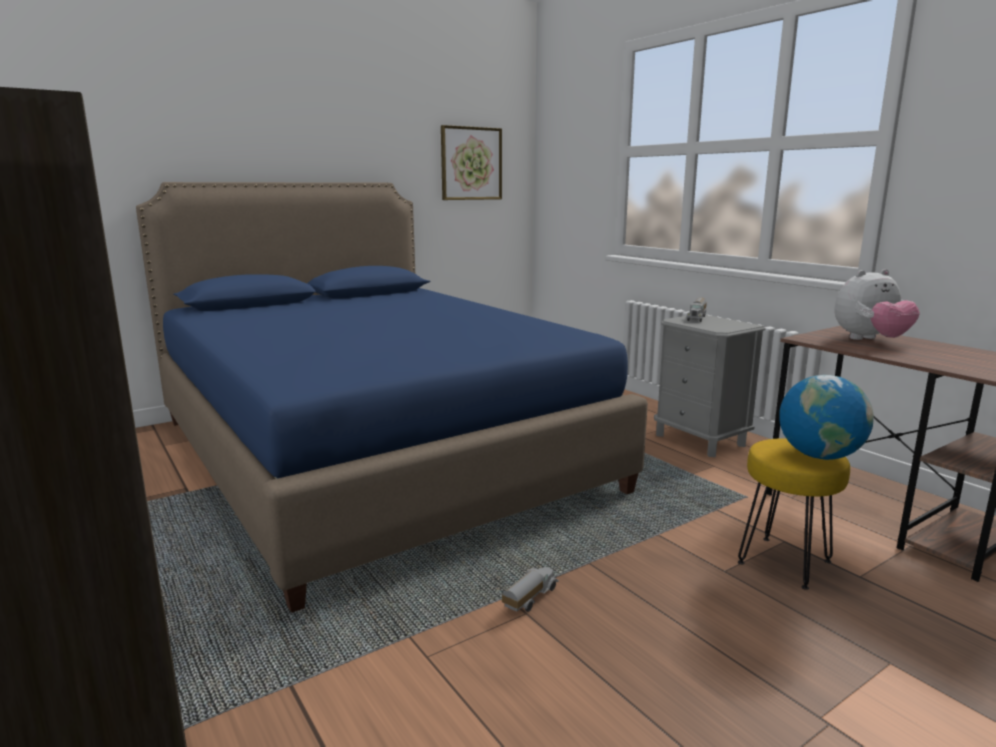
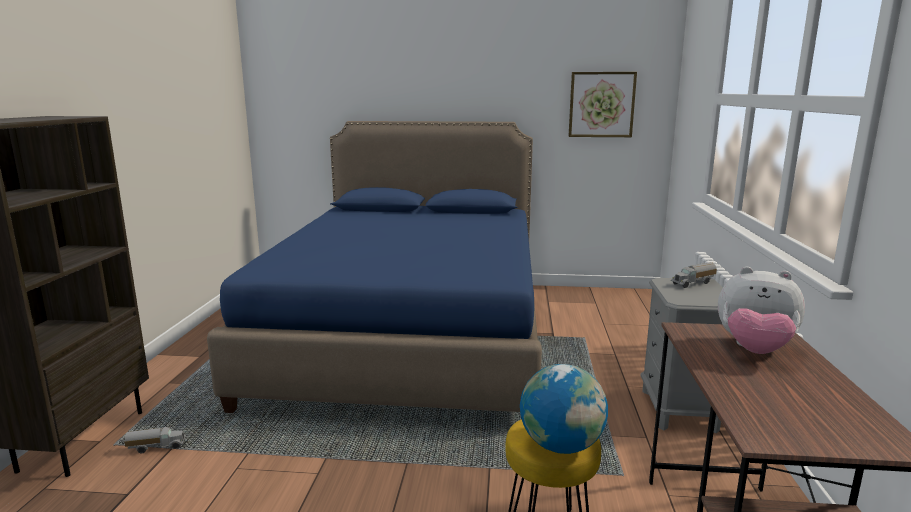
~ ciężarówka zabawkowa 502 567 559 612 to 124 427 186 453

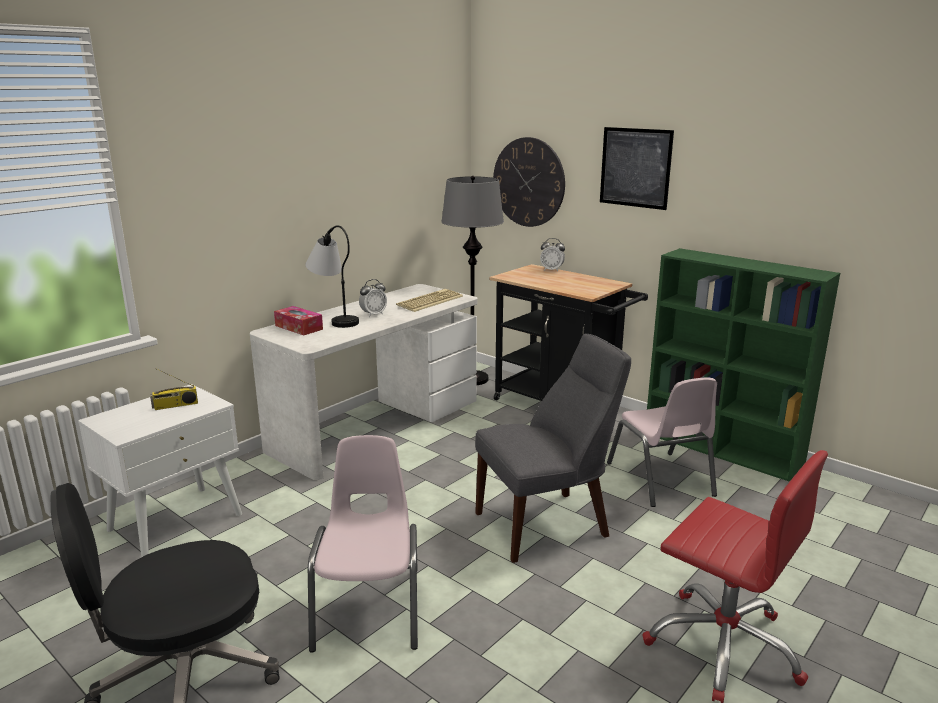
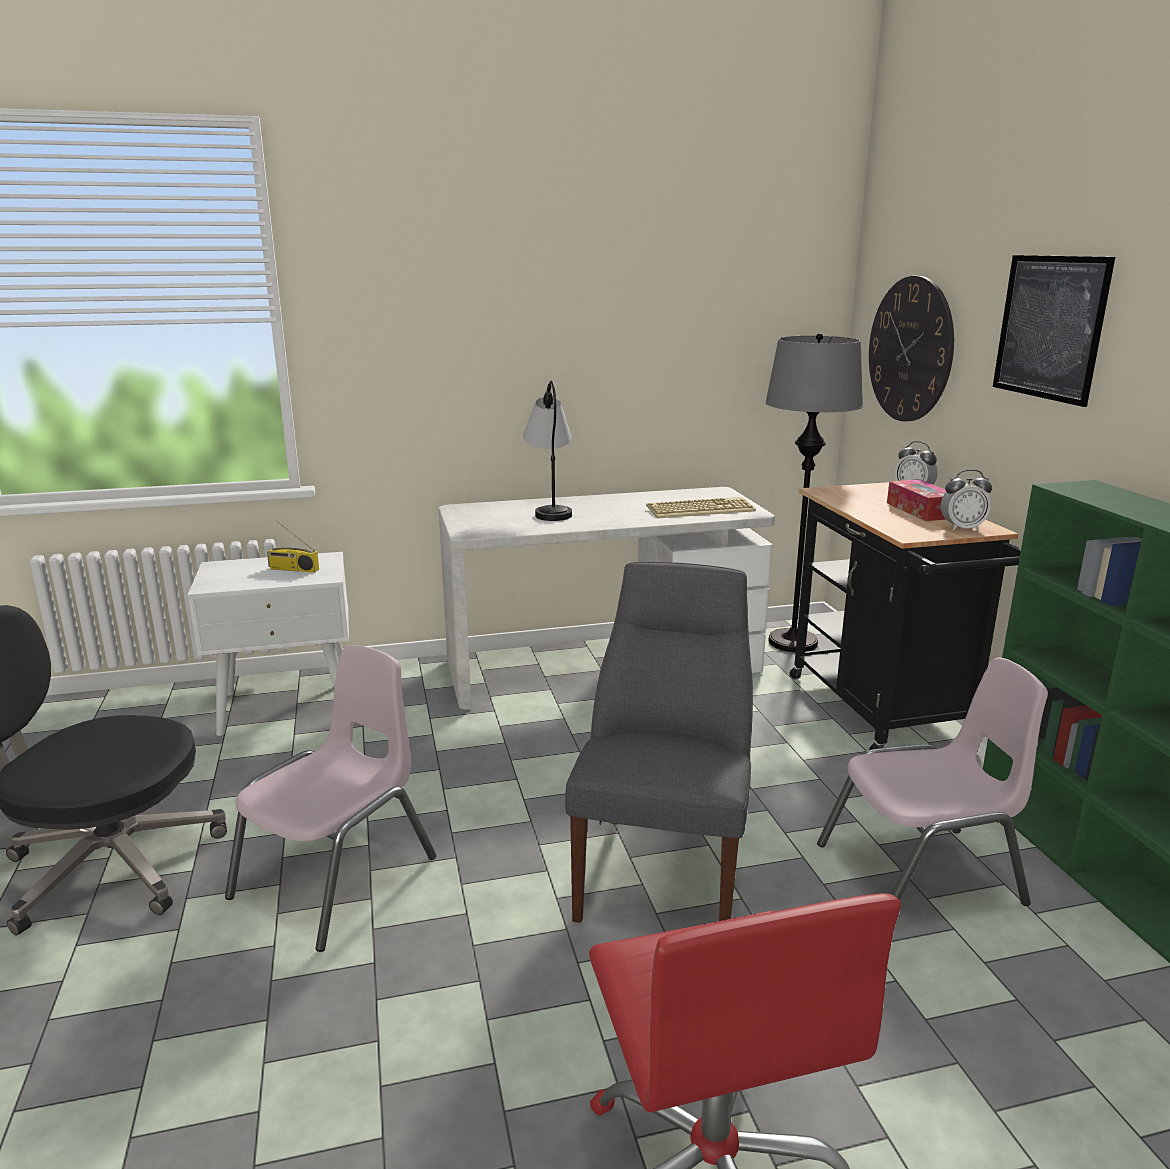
~ krzesło/szary 475 334 631 563 = 565 562 753 923 90 degrees counterclockwise
~ krzesło/różowy 607 377 717 507 = 817 657 1048 906 120 degrees counterclockwise
~ pudełko chusteczek 274 306 323 335 to 887 479 946 521
~ budzik 359 279 387 317 to 941 469 992 531

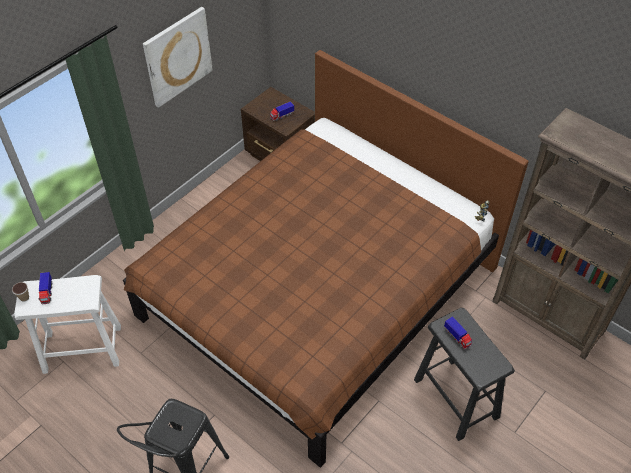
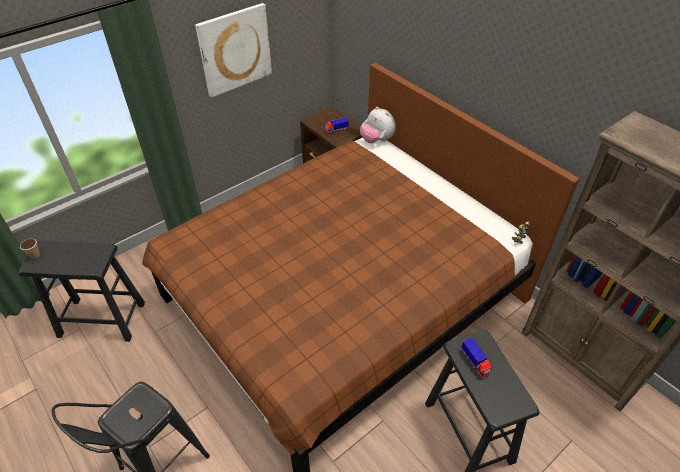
~ stołek/biały 14 275 121 374 to stołek/czarny 19 240 145 342
+ pluszak 360 107 396 143
- ciężarówka zabawkowa 38 272 52 304

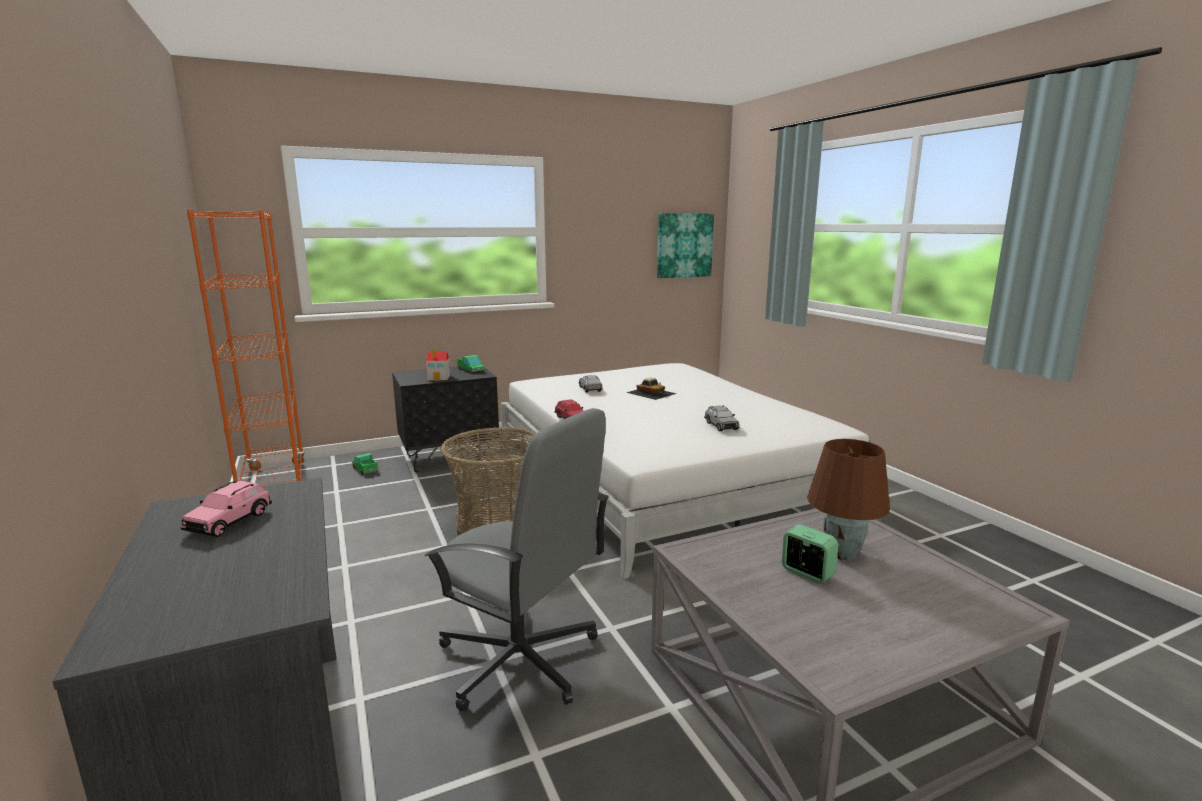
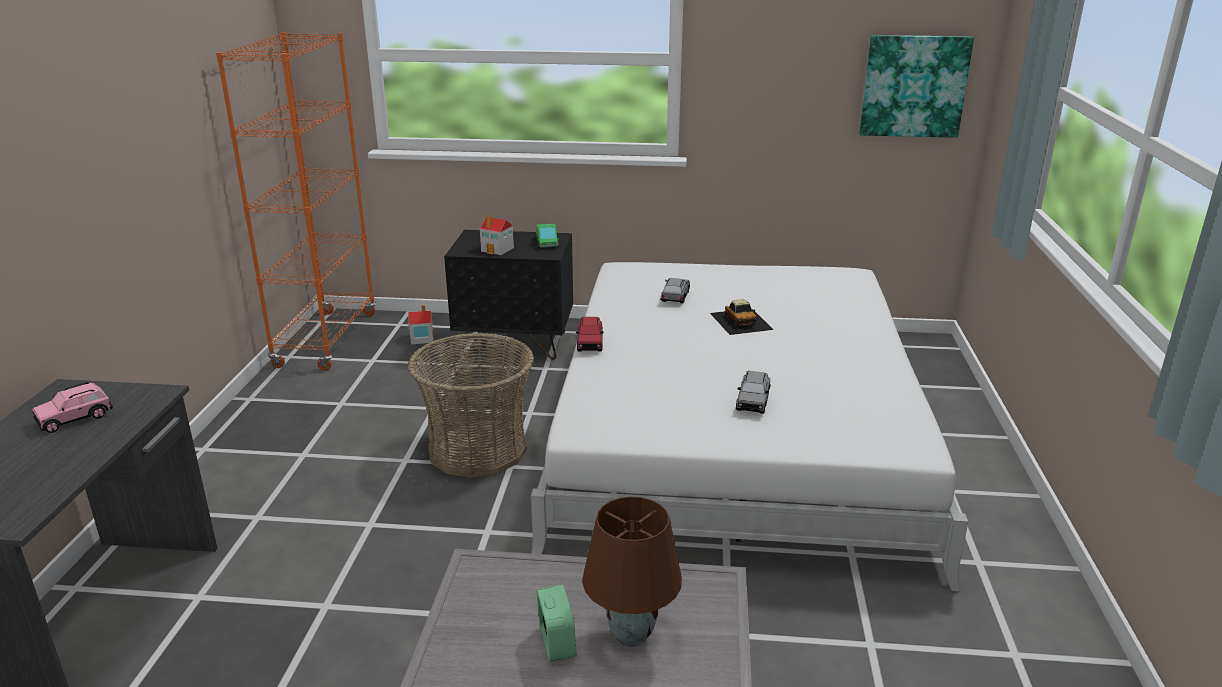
~ ciężarówka zabawkowa 352 453 379 475 to domek 408 305 433 344
- krzesło biurowe/szary 425 408 609 711

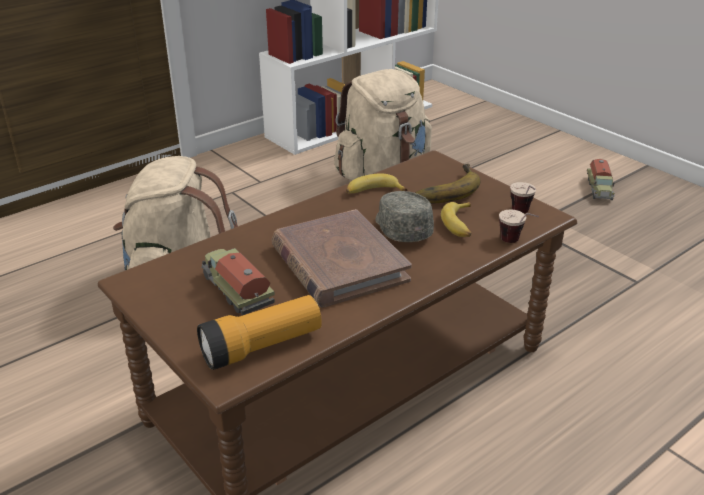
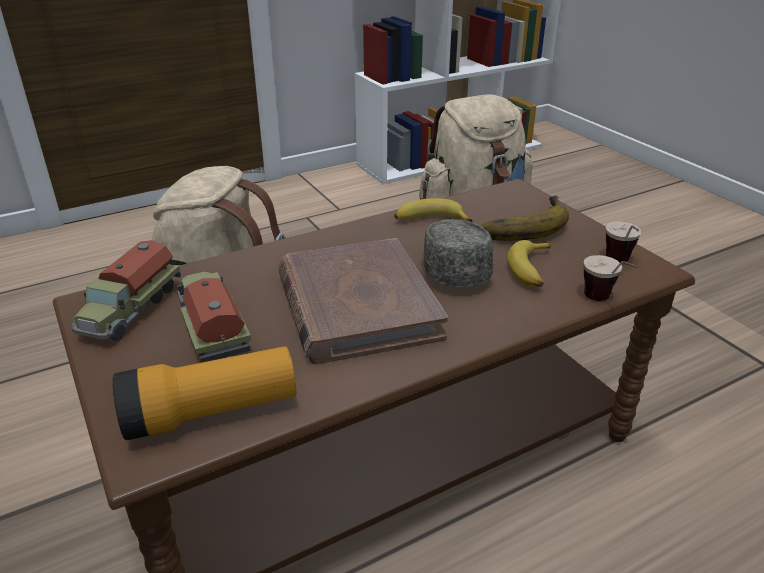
~ ciężarówka zabawkowa 587 159 615 200 to 72 240 181 341

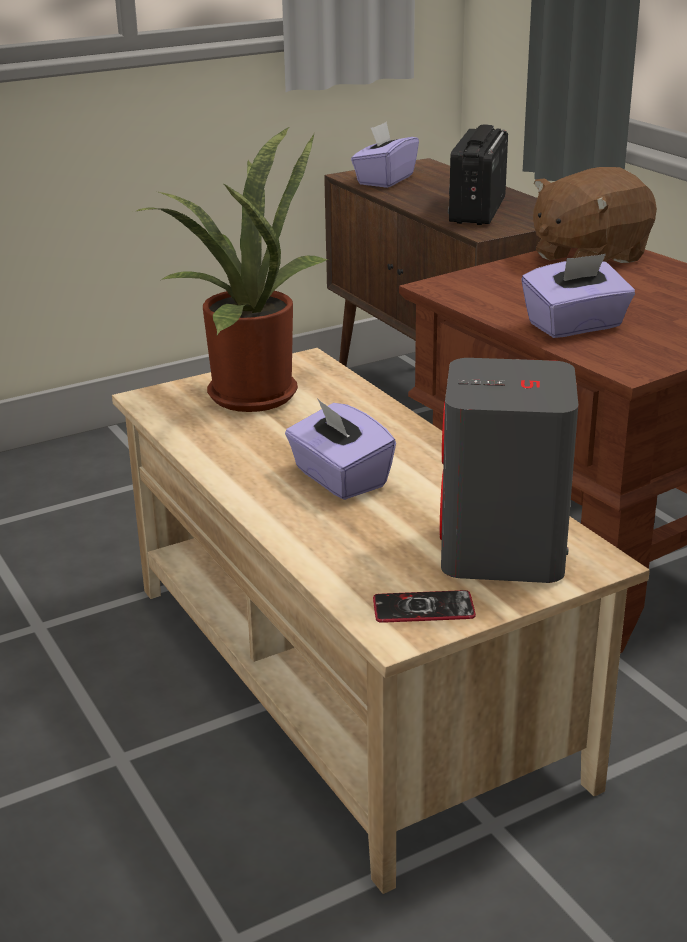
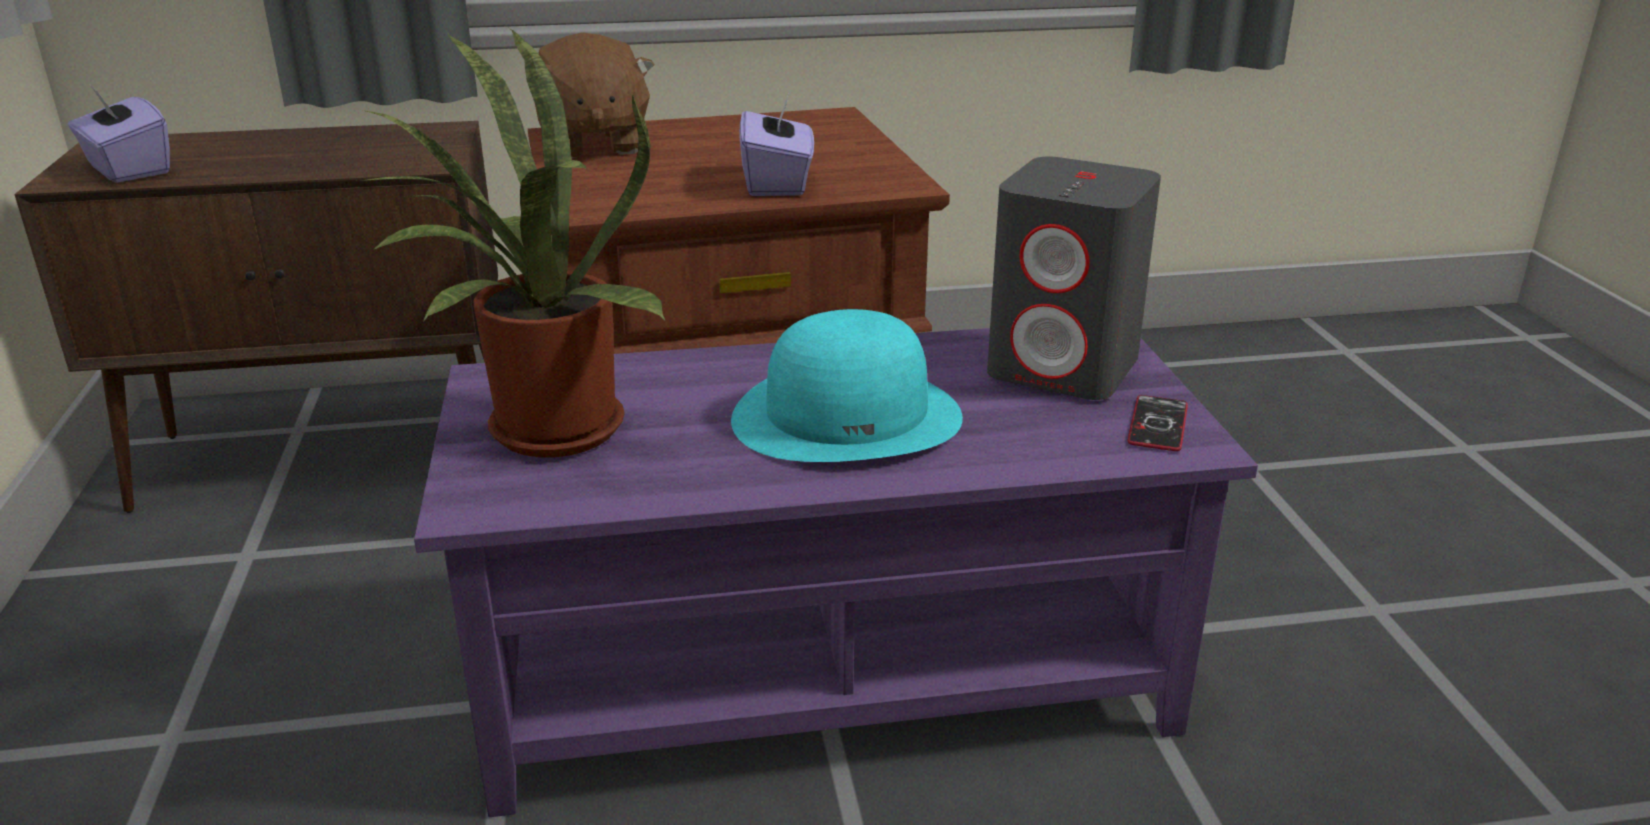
~ ława/beżowy 112 348 650 894 to ława/fioletowy 414 328 1258 817
~ pudełko chusteczek/fioletowy 285 398 396 500 to kapelusz/turkusowy 731 309 963 462
- radio 448 124 508 225

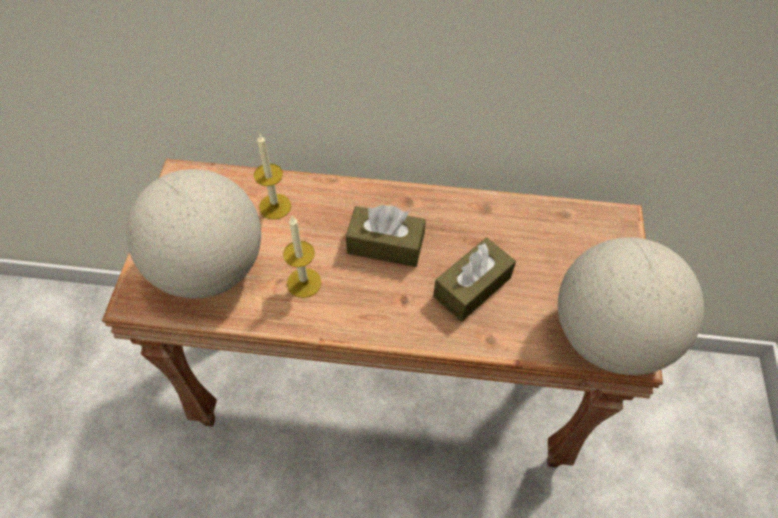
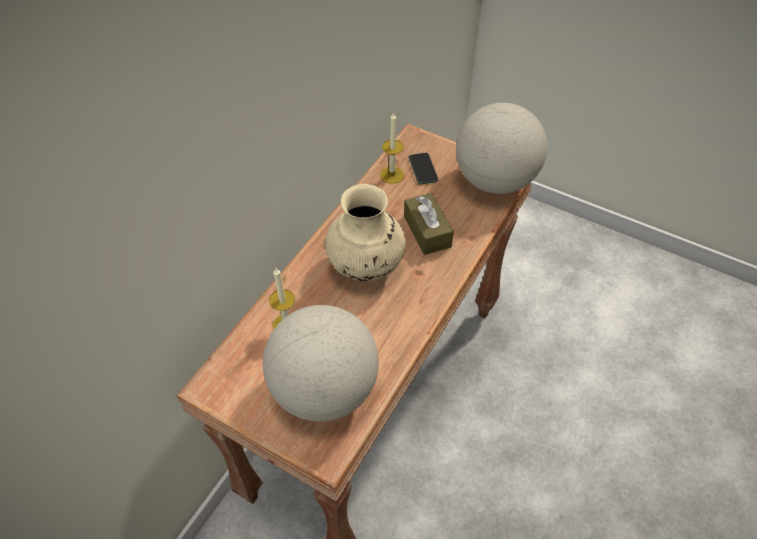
~ pudełko chusteczek/brązowy 346 205 425 267 to wazon/beżowy 325 184 406 282
~ świeca 283 216 322 298 to 380 112 404 184
+ telefon 408 153 438 184

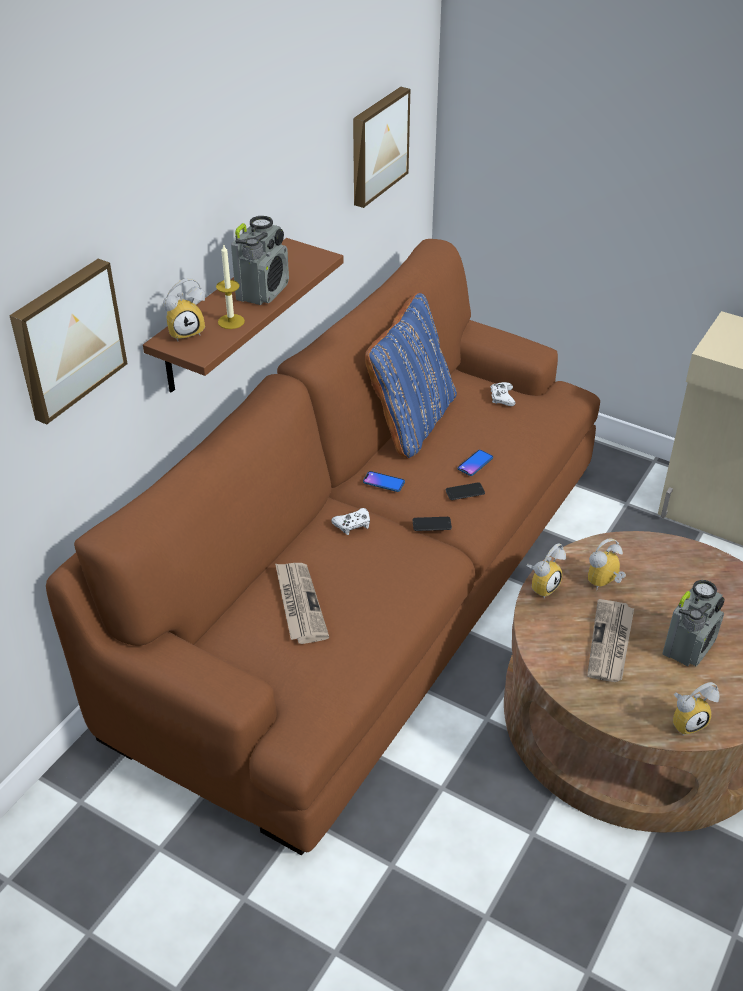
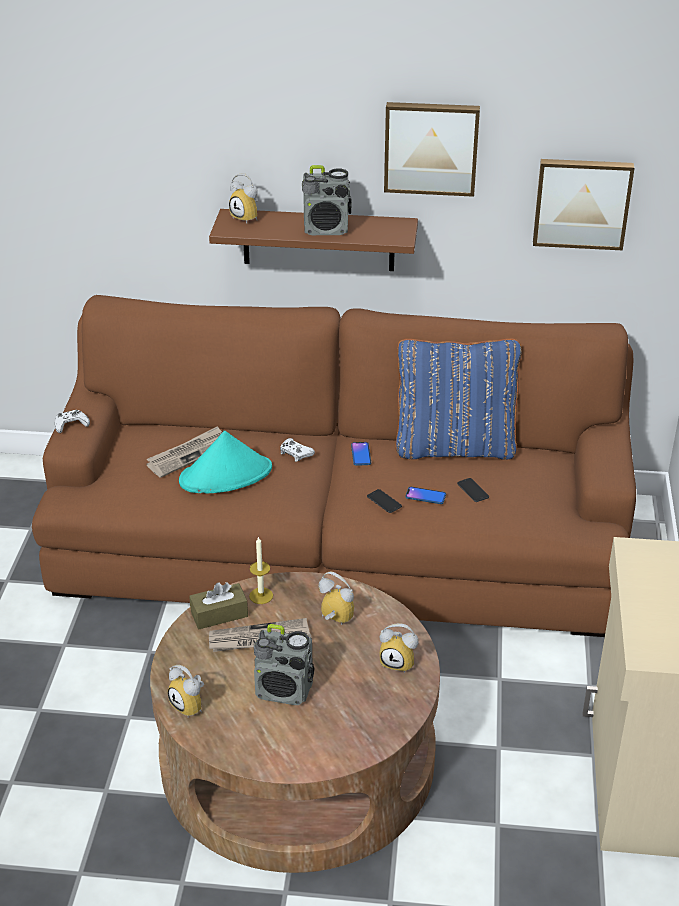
~ pad do gier/biały 491 382 515 406 to 55 410 90 433
+ kapelusz/turkusowy 179 431 272 493
+ pudełko chusteczek/brązowy 189 582 248 629
~ świeca 216 245 245 329 to 249 536 273 604
~ budzik 526 543 566 598 to 380 623 419 673
~ obraz 9 259 127 425 to 384 102 480 197
~ telefon 413 517 452 531 to 457 478 489 502

